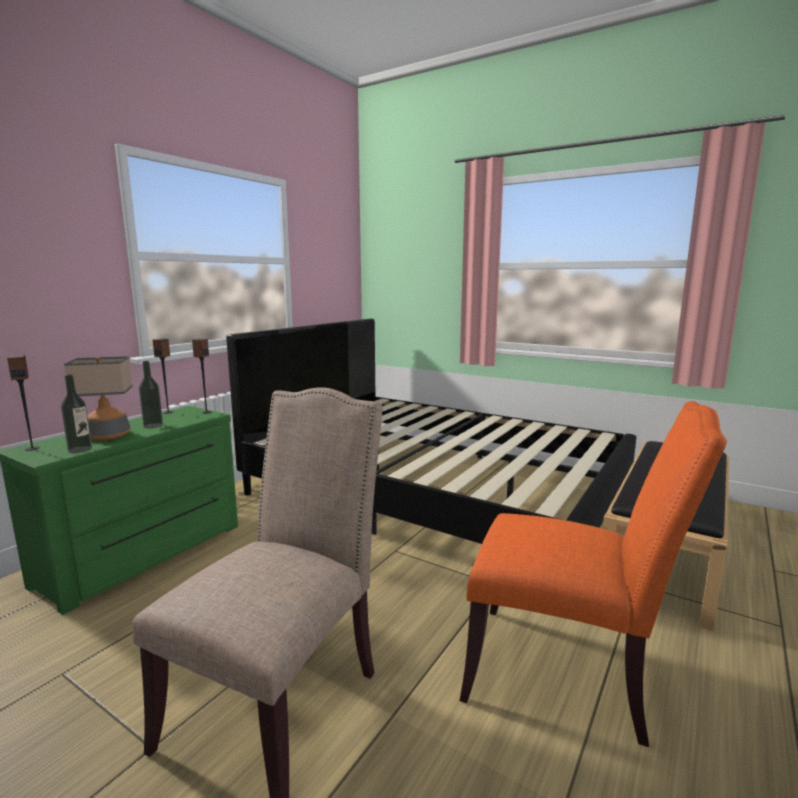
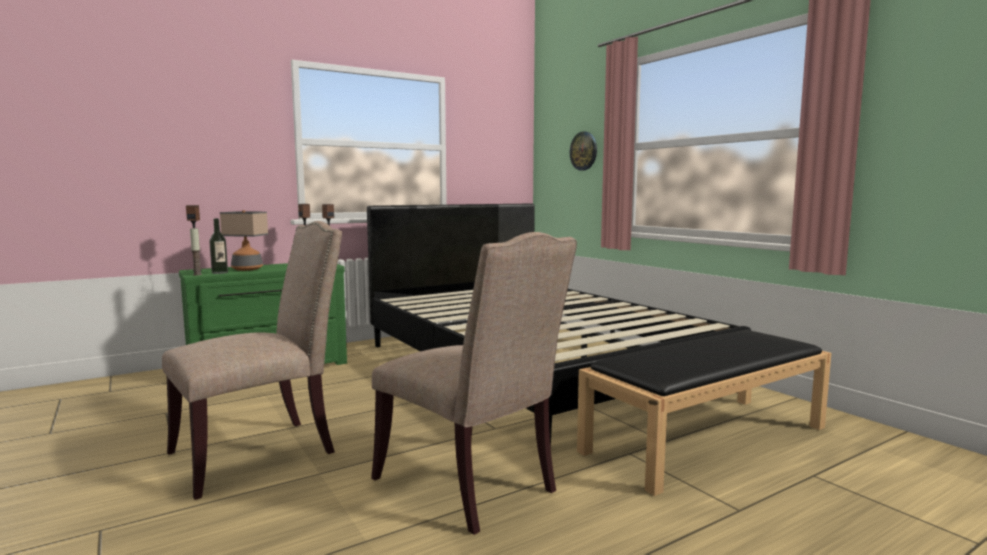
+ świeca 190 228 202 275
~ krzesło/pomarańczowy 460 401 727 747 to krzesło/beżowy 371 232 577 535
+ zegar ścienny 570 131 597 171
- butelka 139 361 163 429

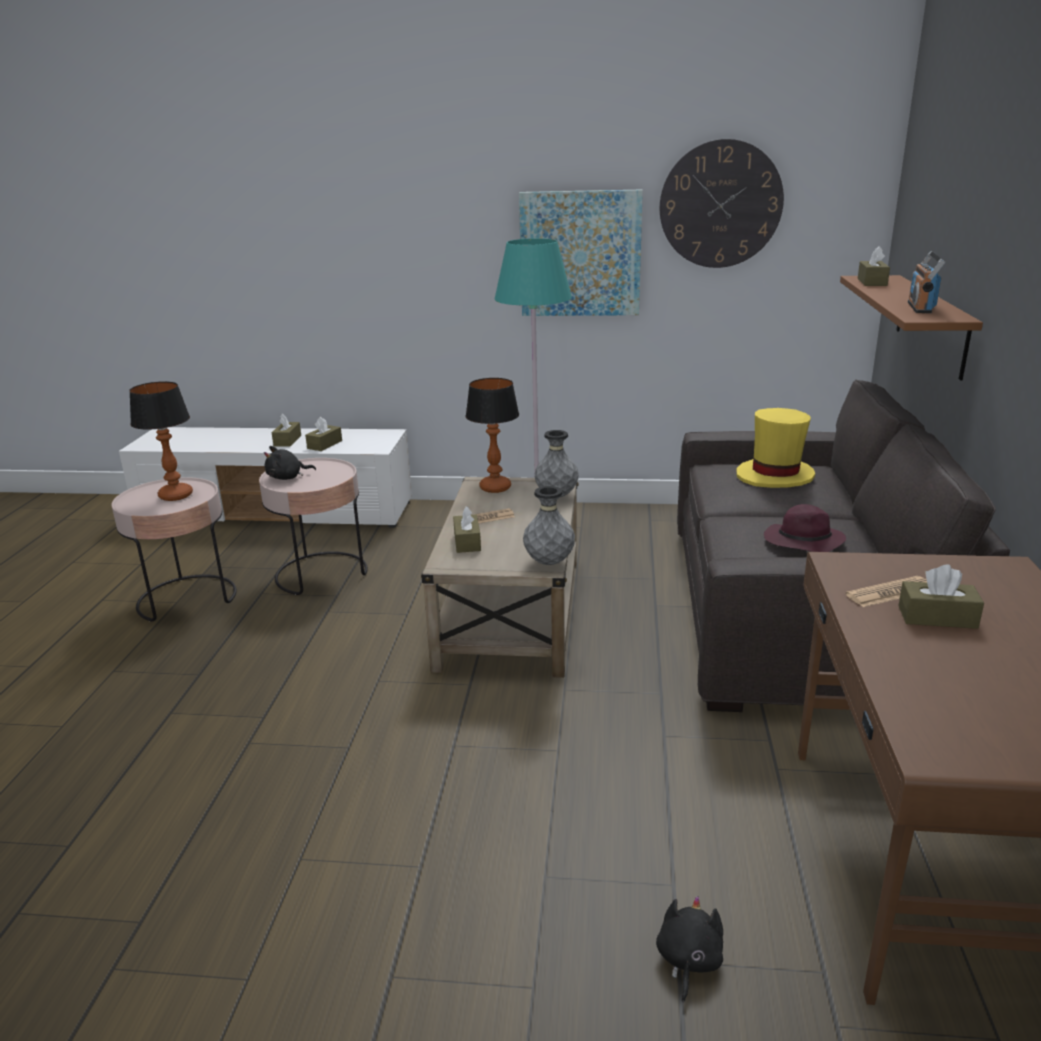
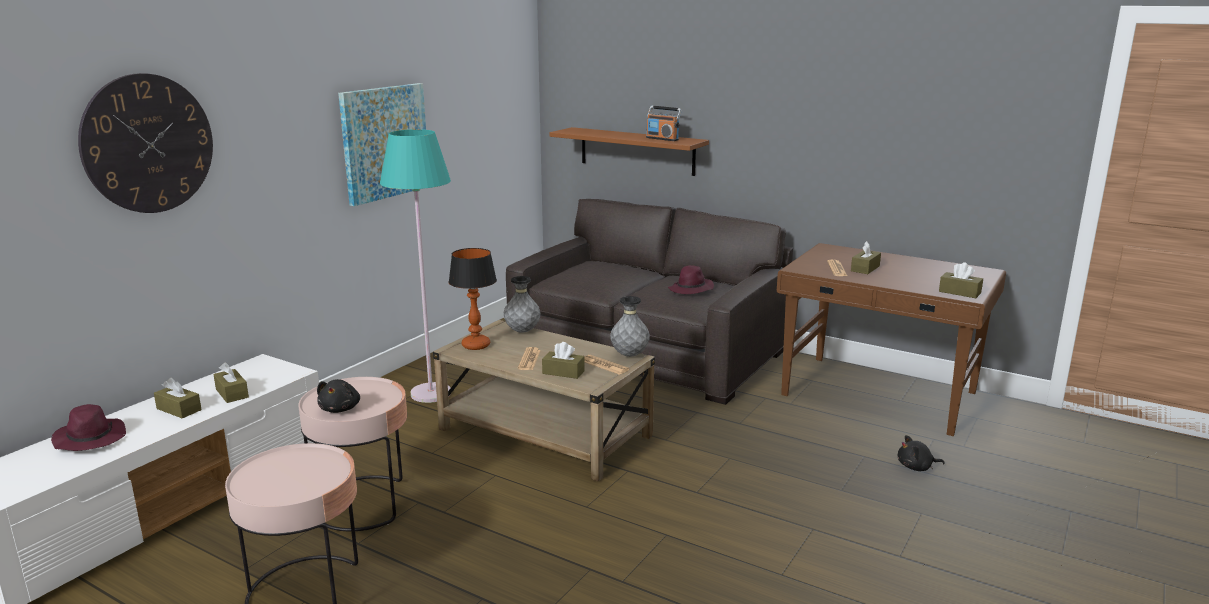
+ kapelusz/fioletowy 51 404 126 451
~ zegar ścienny 660 139 784 268 to 78 73 213 213
+ gazeta 584 355 629 375
~ pluszak/czarny 656 896 723 1003 = 898 435 945 471 45 degrees counterclockwise
~ pudełko chusteczek/brązowy 858 246 890 286 to 939 262 983 298
- lampa stołowa 129 381 193 501
- kapelusz/żółty 736 408 815 488

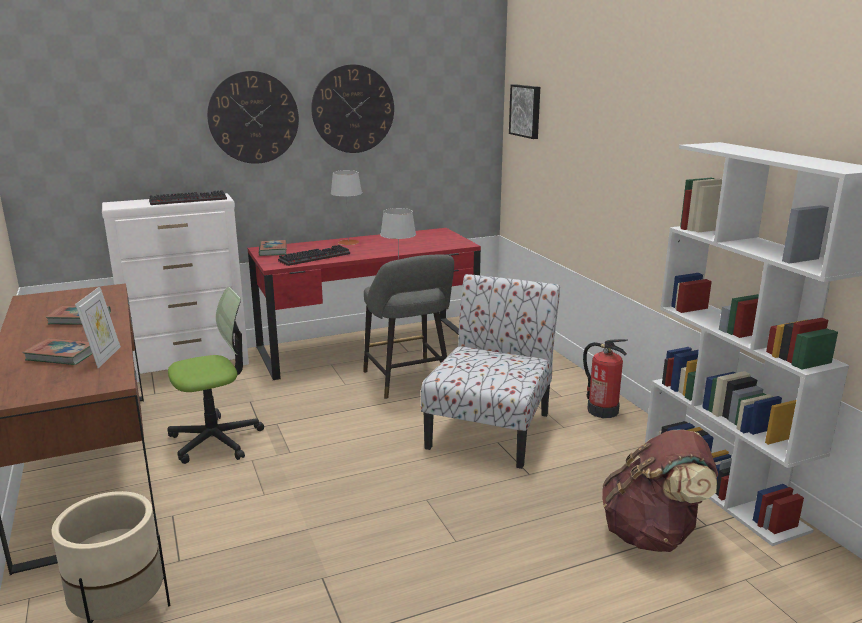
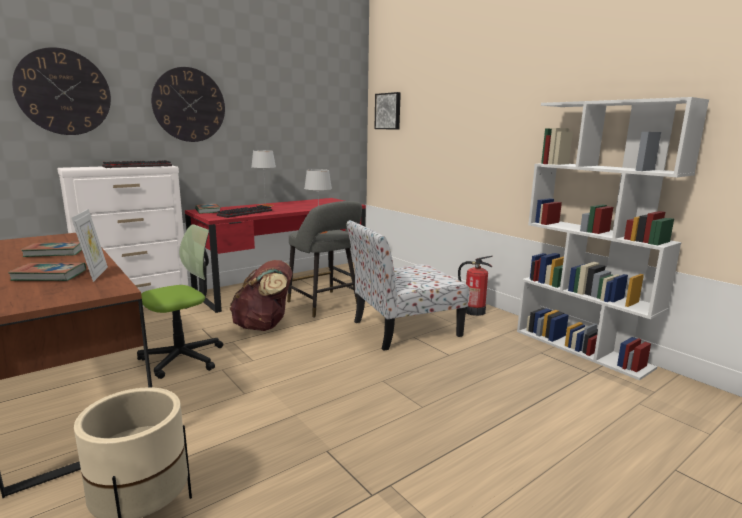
~ zegar ścienny 311 64 394 153 to 12 47 111 135
~ plecak/brązowy 602 429 718 552 to 229 260 293 331
~ krzesło 421 274 560 469 = 347 220 470 351 120 degrees counterclockwise

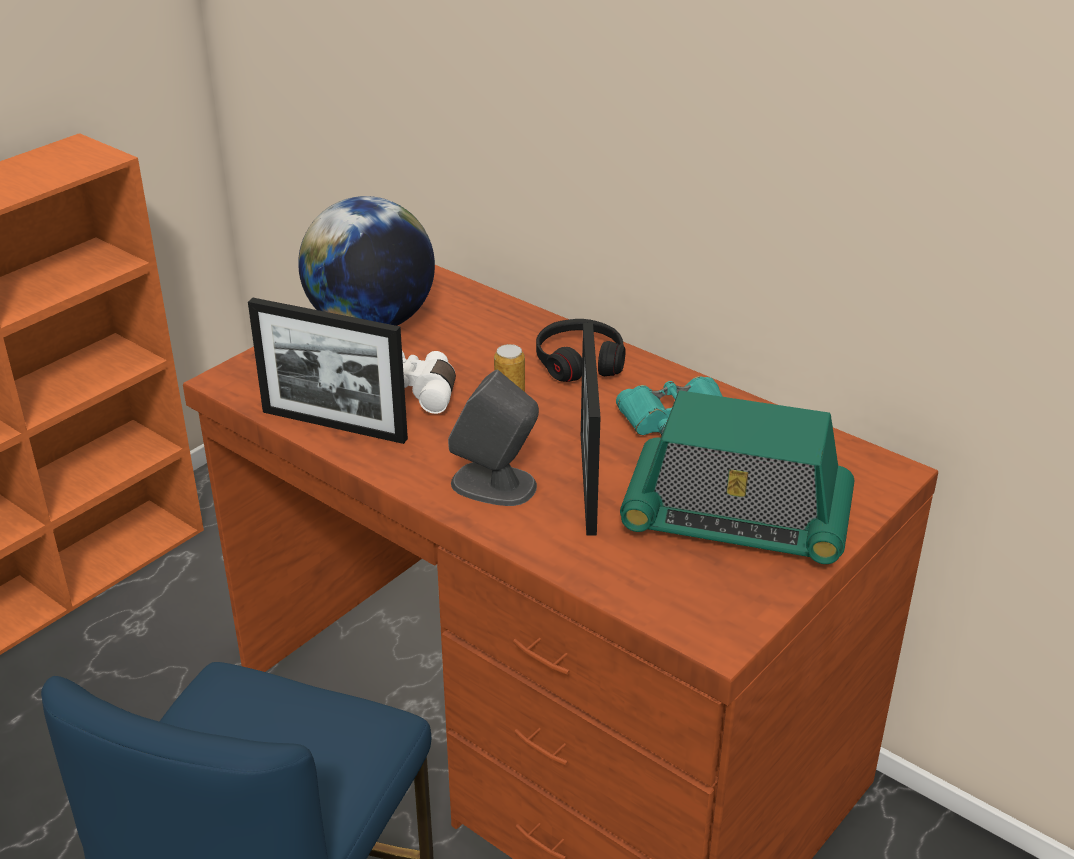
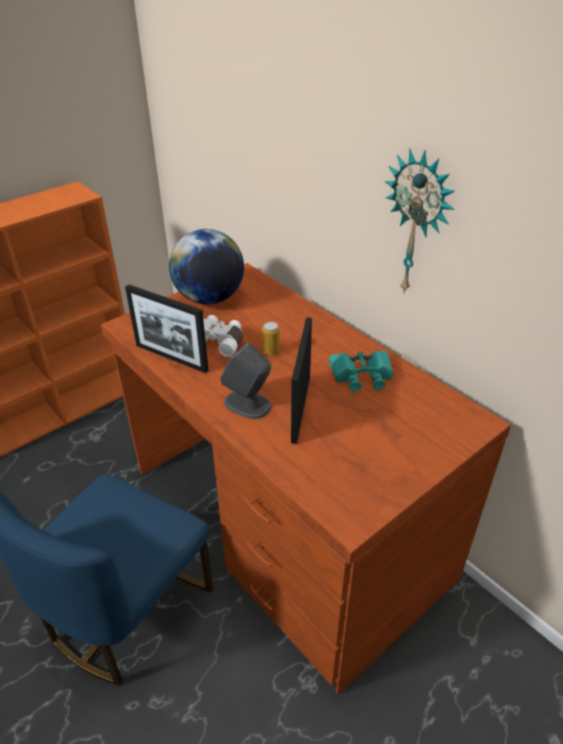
+ zegar ścienny 385 148 455 294
- słuchawki/czarny 536 319 625 382
- radio 620 390 854 564

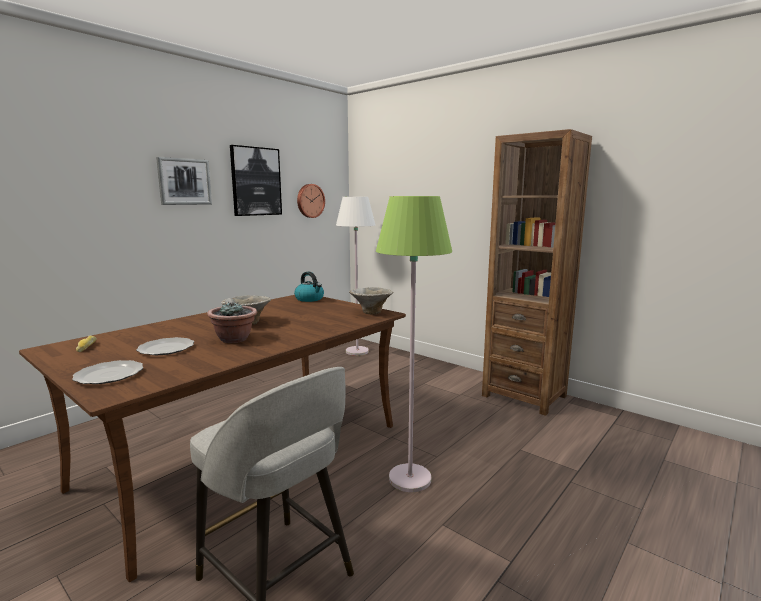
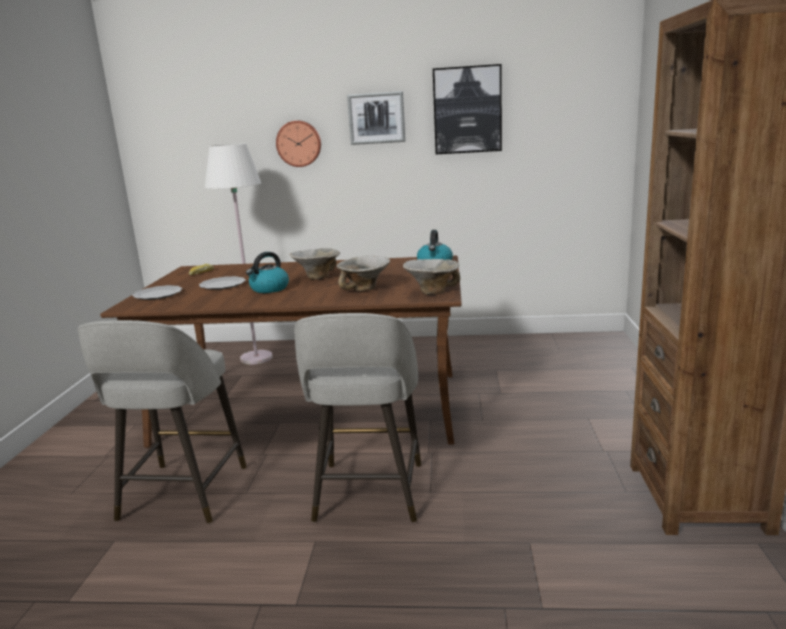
~ lampa stojąca/biały 336 197 375 356 to 205 143 273 365
~ roślina doniczkowa 207 302 257 343 to czajnik 246 252 289 293
~ zegar ścienny 297 184 325 218 to 276 121 321 167
~ lampa stojąca/zielony 376 196 452 492 to stołek/szary 294 313 421 522
+ miska 336 256 391 291

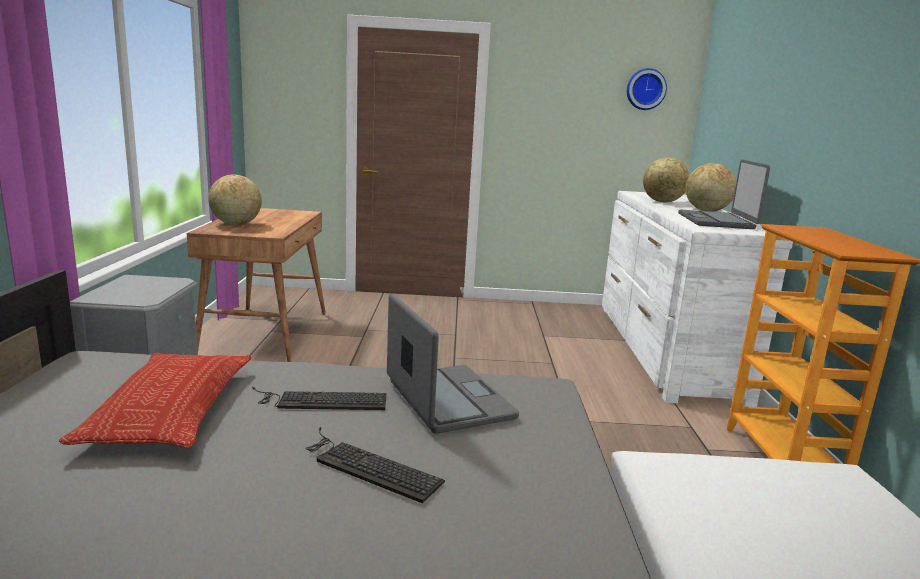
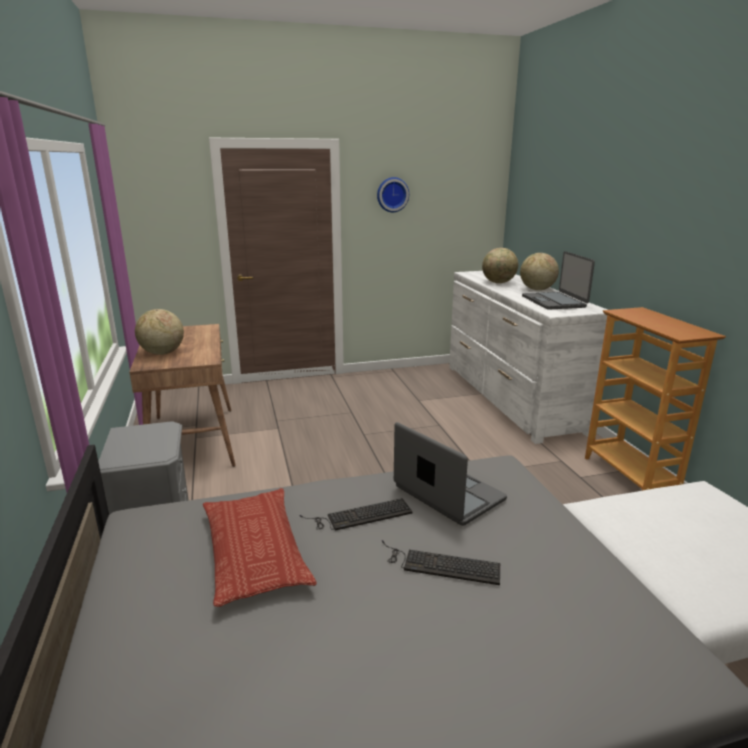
~ zegar ścienny 627 68 667 110 to 377 177 409 212

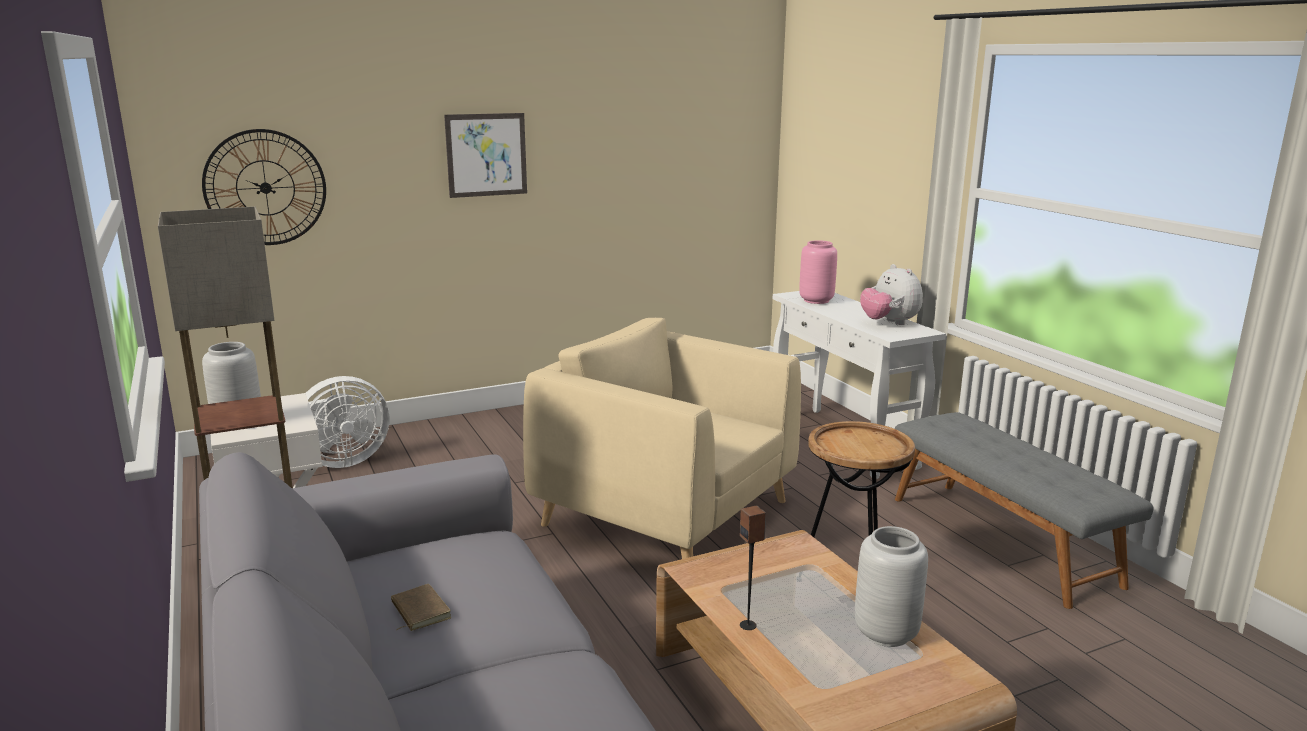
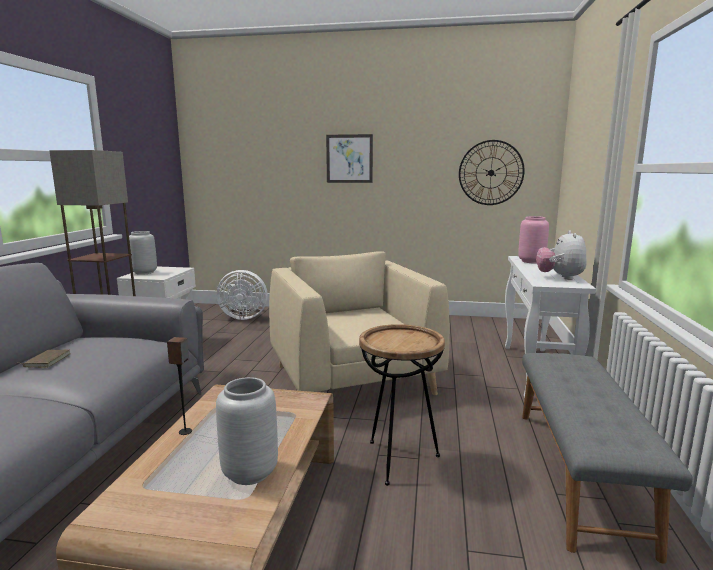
~ zegar ścienny 202 129 326 245 to 459 140 525 205

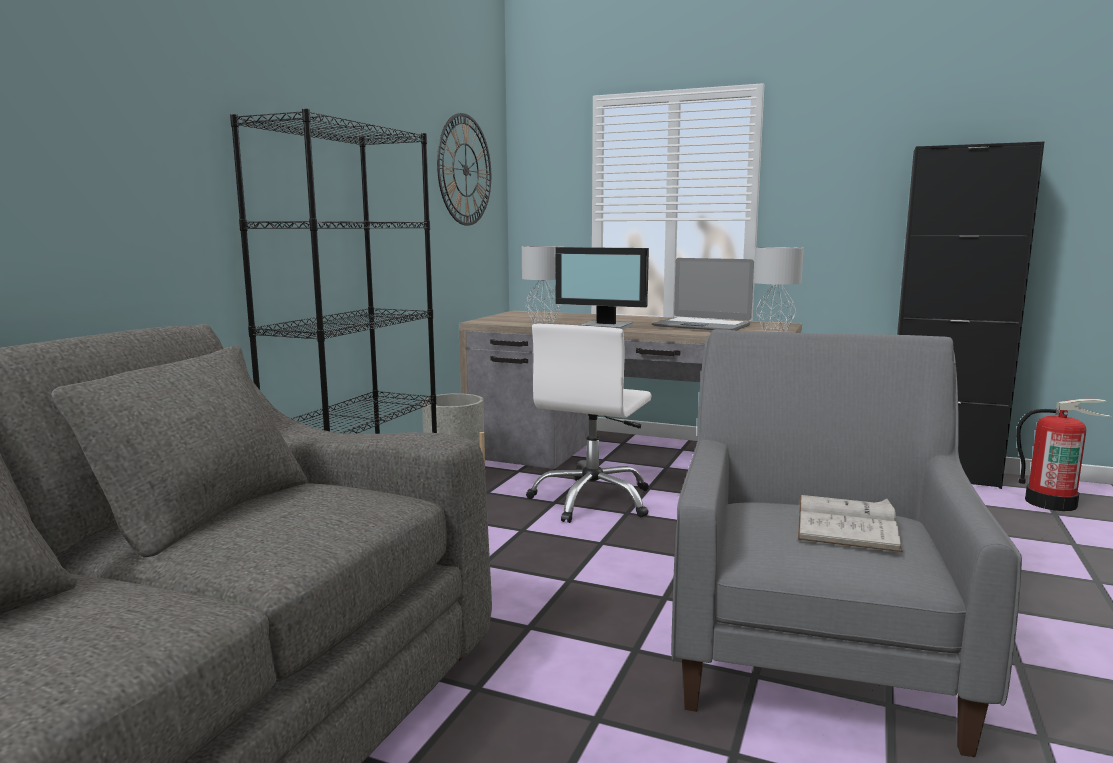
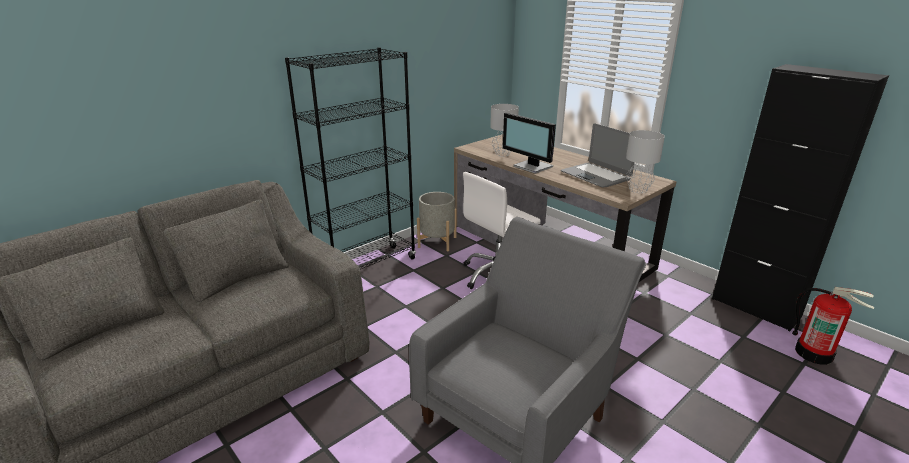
- zegar ścienny 437 113 491 226
- książka/biały 798 495 903 552

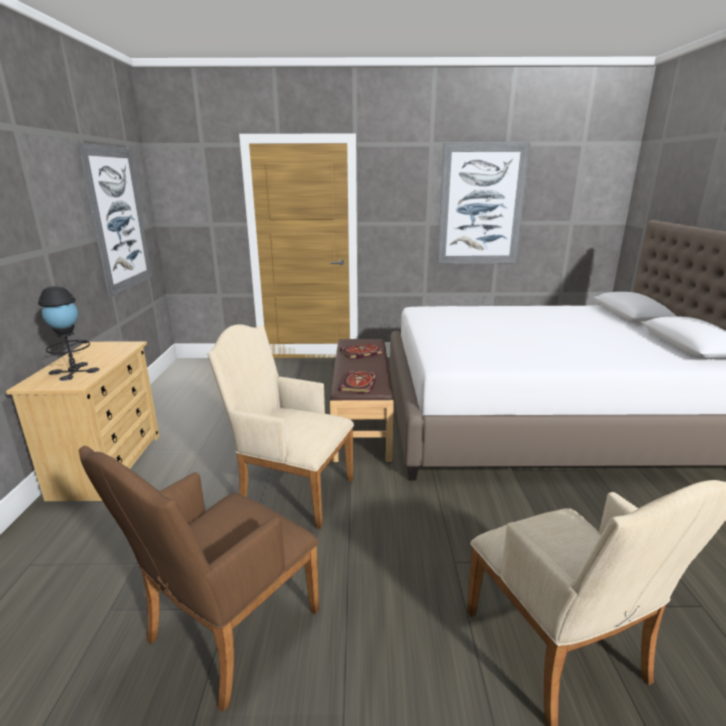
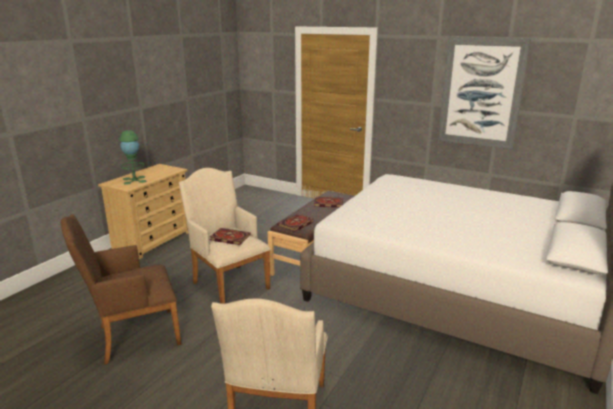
~ lampa stołowa/czarny 38 286 99 381 to lampa stołowa/zielony 119 130 146 185
+ książka 210 228 251 245
- obraz 77 143 152 297

